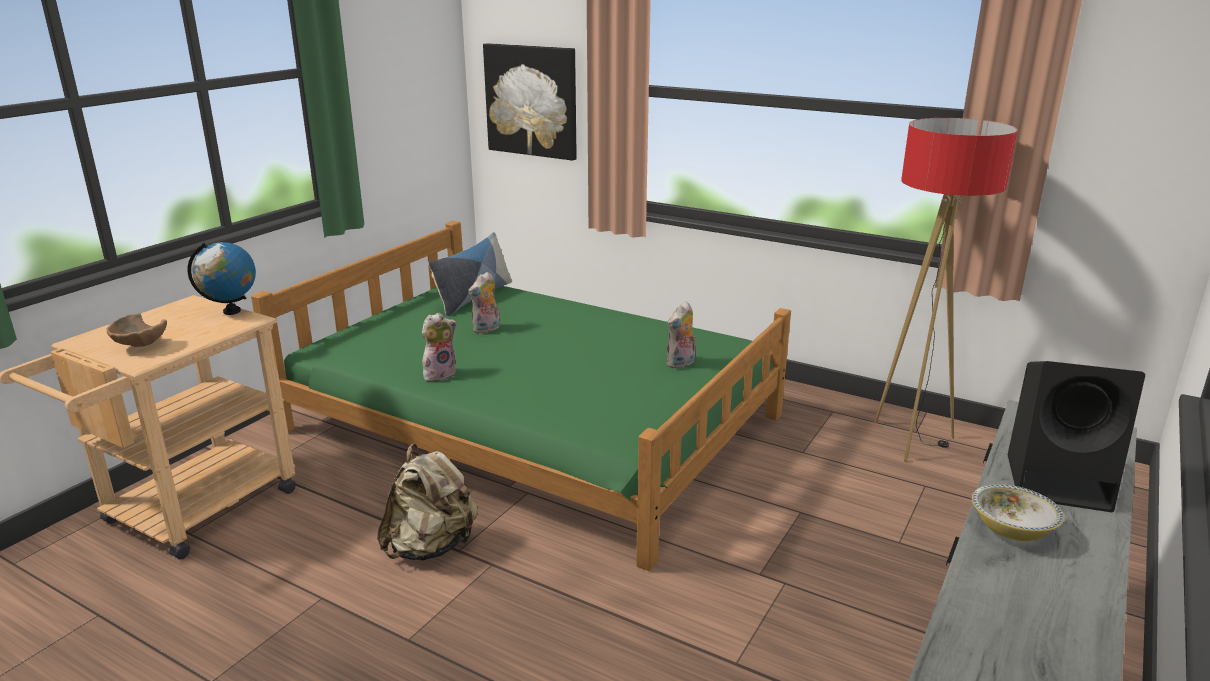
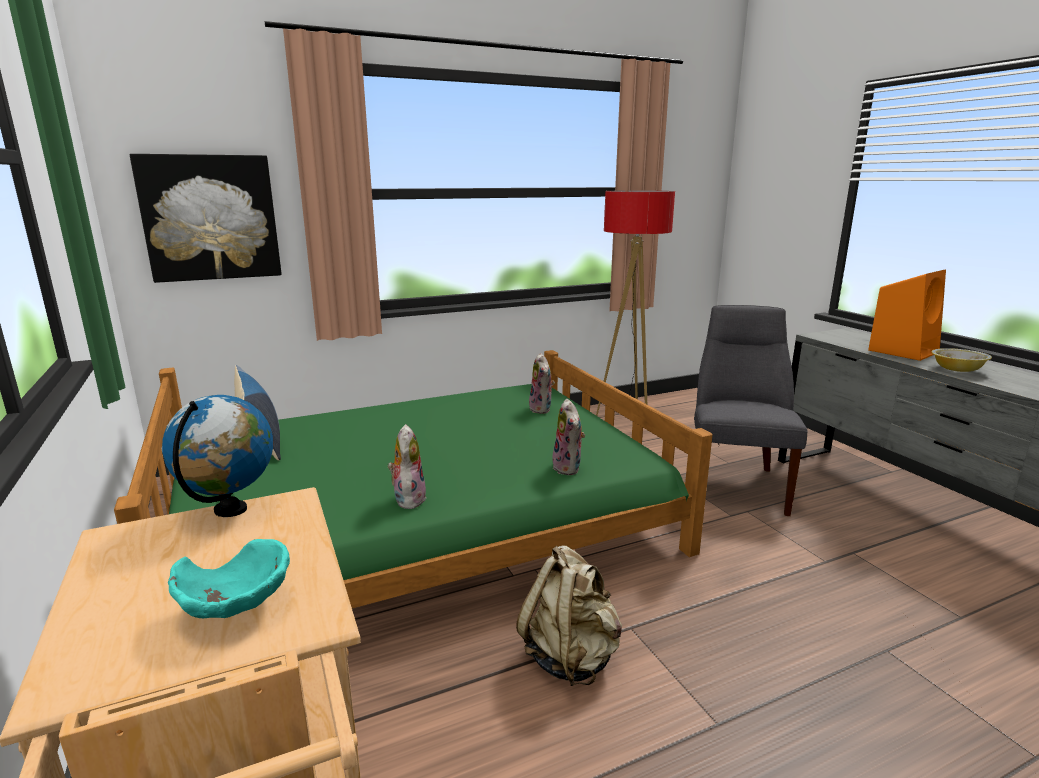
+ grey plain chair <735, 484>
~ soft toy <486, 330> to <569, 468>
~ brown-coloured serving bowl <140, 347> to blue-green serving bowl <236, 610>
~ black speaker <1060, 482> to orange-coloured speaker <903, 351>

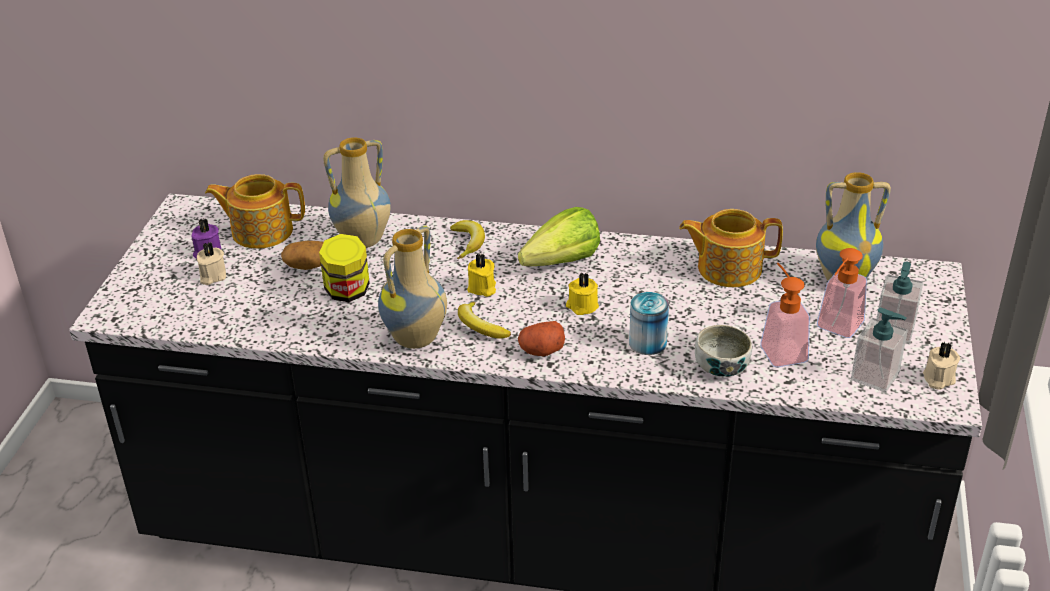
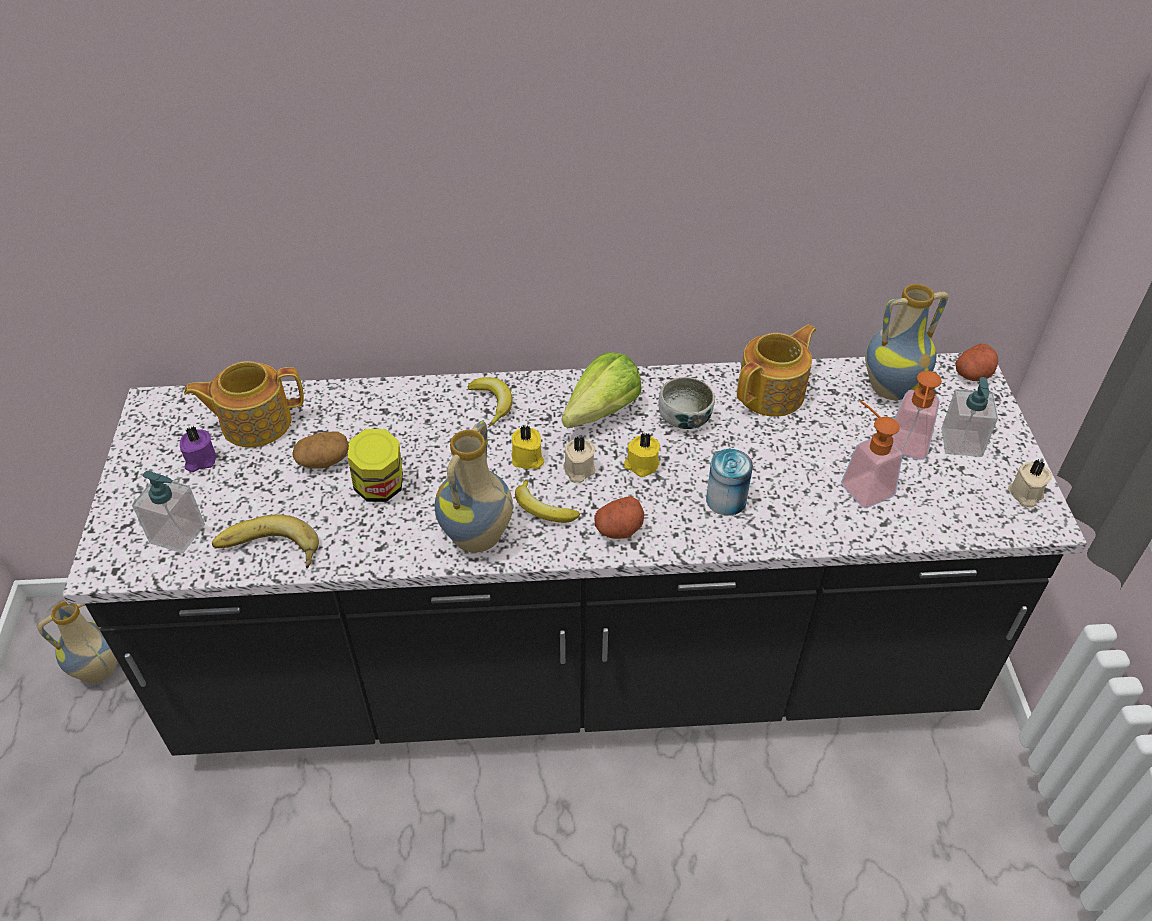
+ whole banana <267, 552>
+ potato <973, 374>
~ beige candle <212, 276> to <578, 470>
~ vase <363, 241> to <99, 671>
~ serving bowl <721, 367> to <684, 417>
~ soap bottle <875, 376> to <178, 534>
~ pot for tea <727, 268> = <772, 393> 150 degrees clockwise

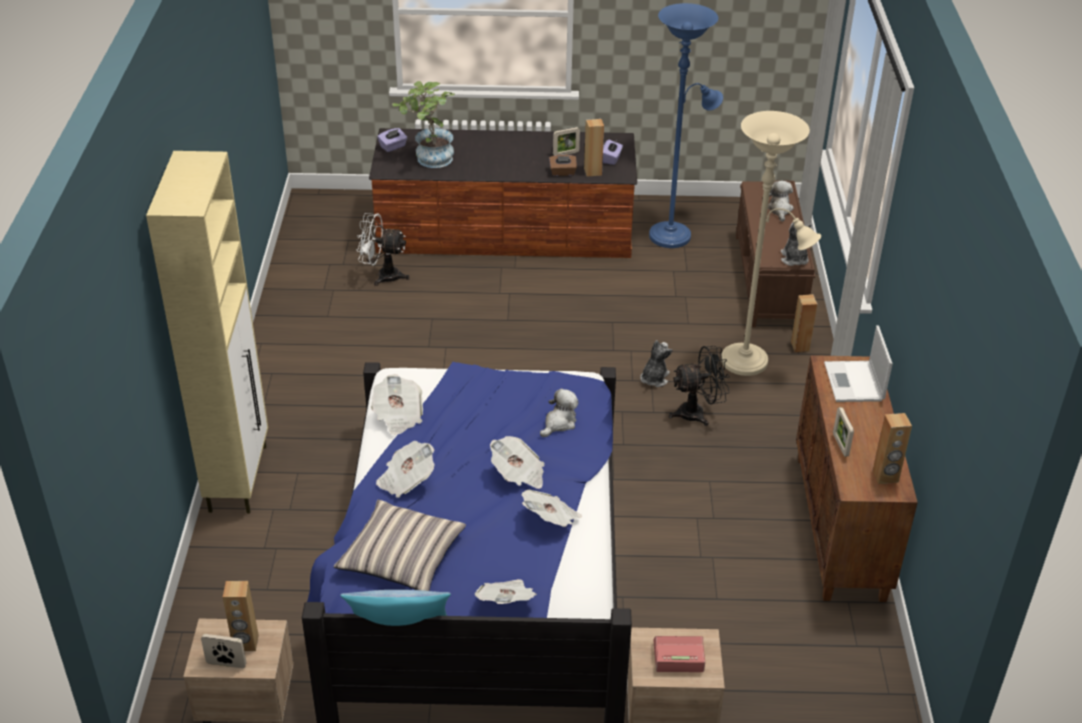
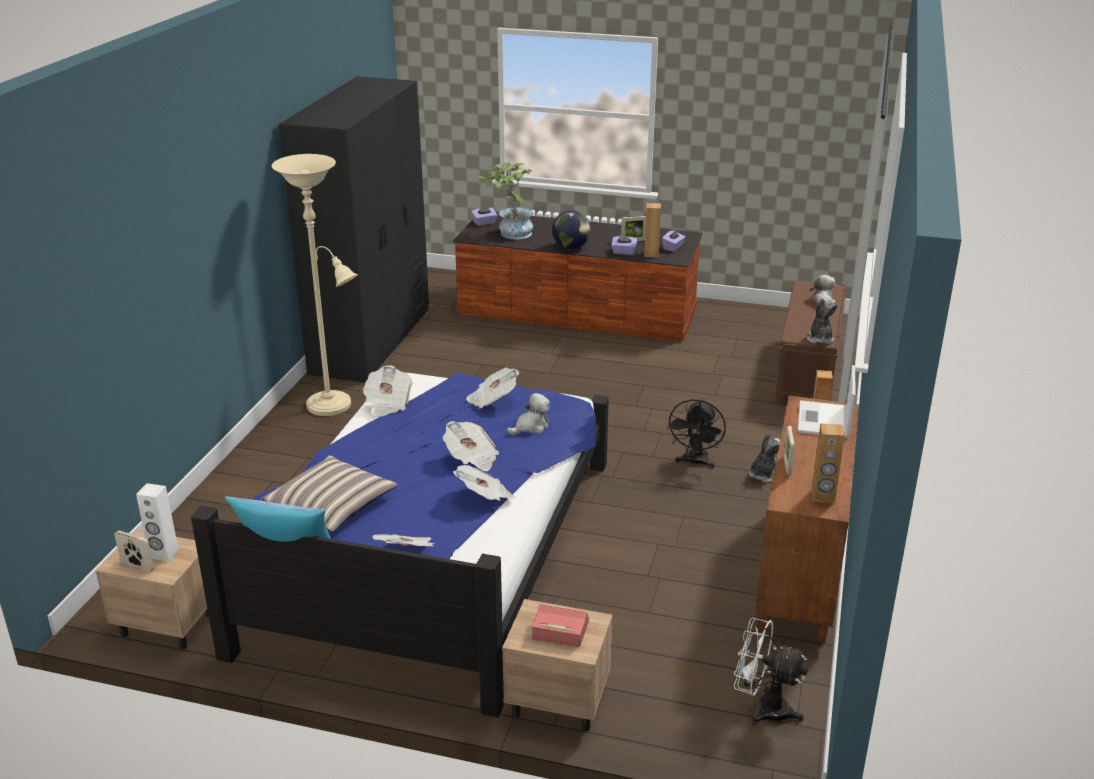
- beige cabinet <239, 477>
- blue-coloured floor lamp <674, 234>
+ black clothes cupboard <372, 340>
+ globe <571, 247>
~ whitish fan <382, 276> to <763, 708>
~ daily paper <406, 480> to <492, 400>
~ soft toy <654, 378> to <763, 475>
~ beige floor lamp <750, 362> to <333, 406>
~ brown-coloured speaker <245, 643> to whitish speaker <163, 554>
~ brown-coloured box of tissues <562, 172> to purple-coloured box of tissues <623, 252>
~ black fan <698, 413> = <695, 462> 105 degrees clockwise

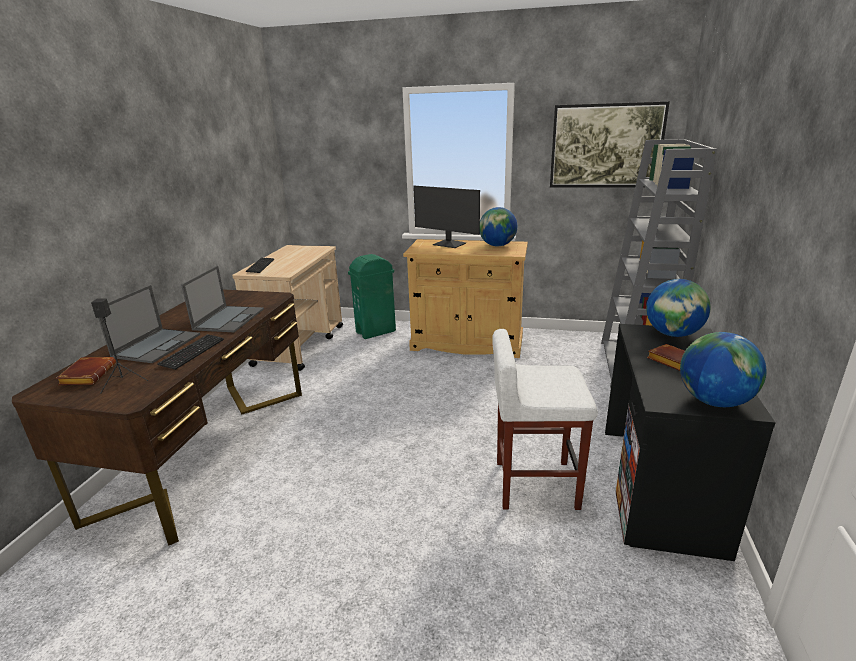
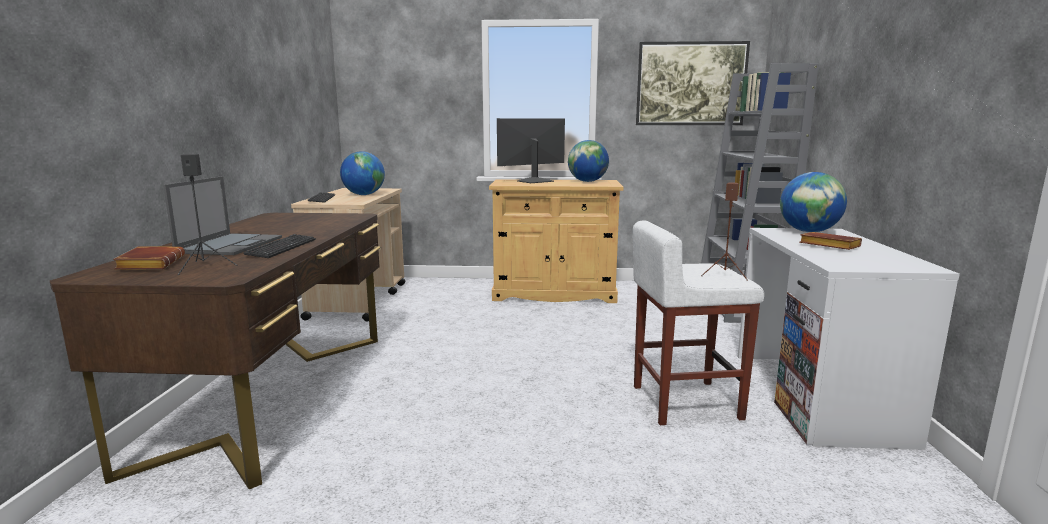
- laptop <229, 319>
- greenish waste bin <376, 332>
+ brown-coloured speaker <725, 275>
~ globe <714, 401> to <364, 195>
~ black desk table <659, 486> to whitish desk table <816, 395>
~ monitor <449, 244> = <534, 181> 120 degrees clockwise

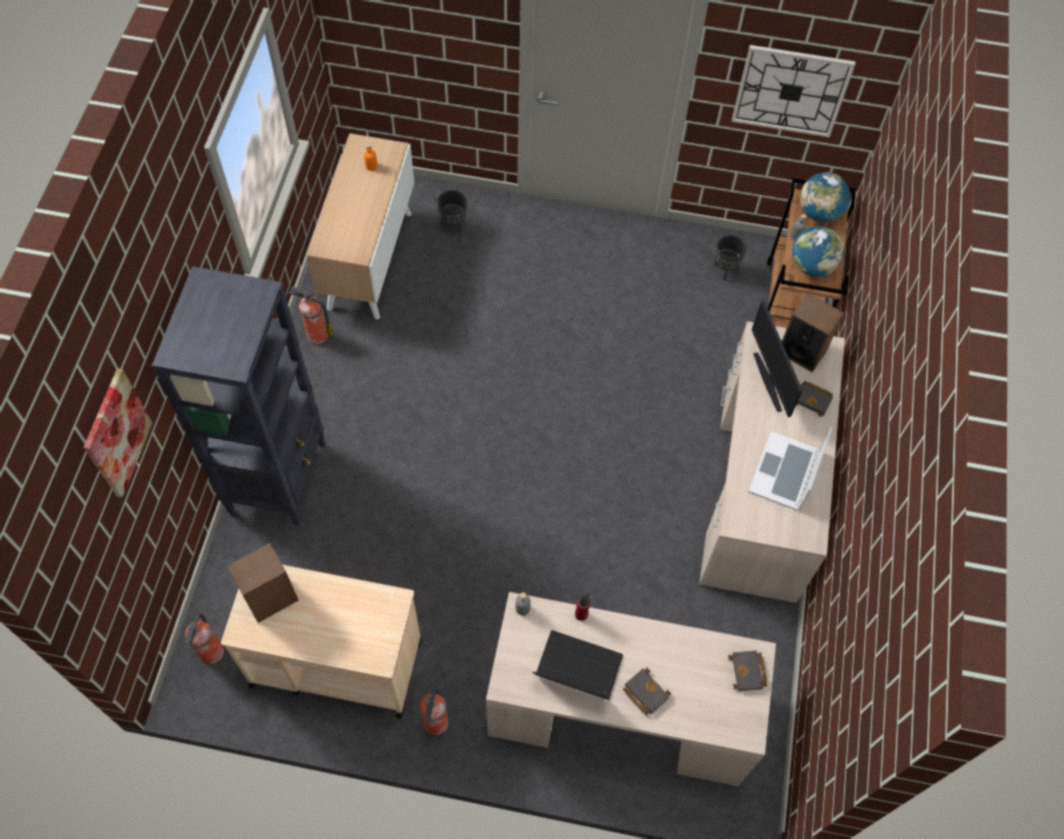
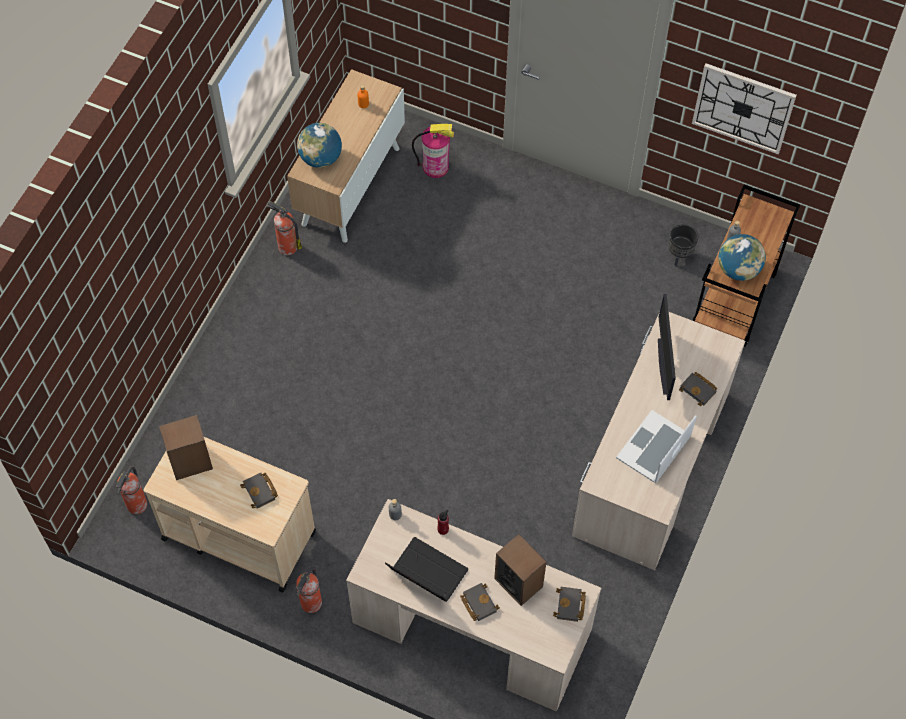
- wall art <116, 434>
- black bookcase <278, 477>
+ black bound book <261, 492>
~ speaker <802, 351> to <518, 582>
~ globe <819, 212> to <321, 158>
~ black flower pot <454, 225> to fire-fighting cylinder <435, 167>

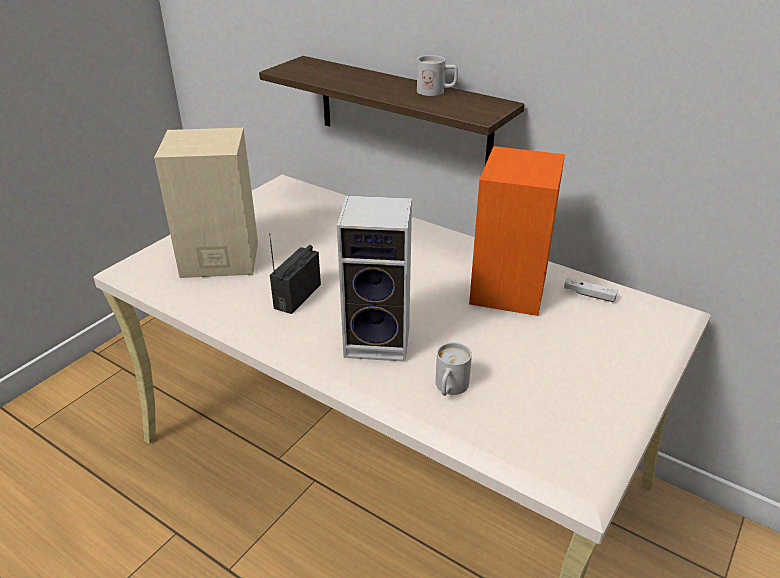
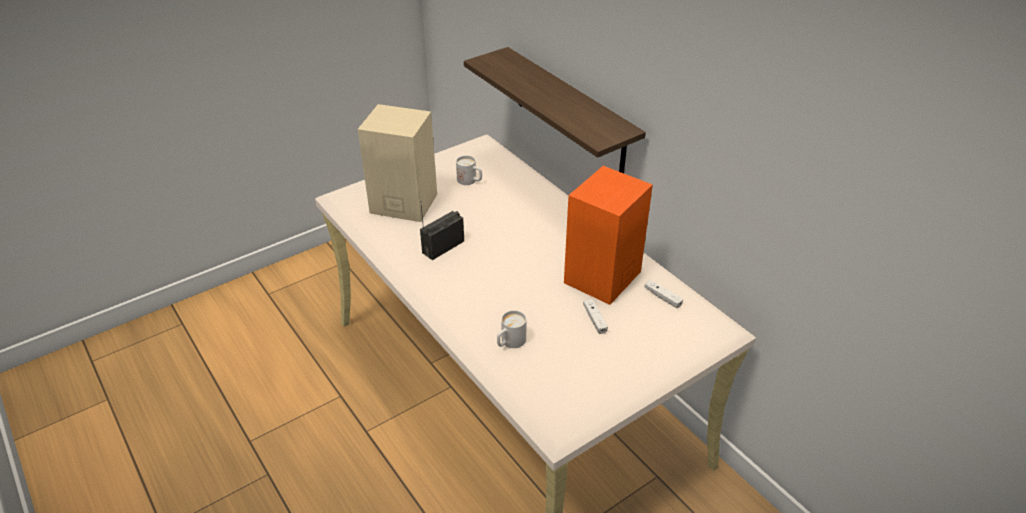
- speaker <380, 340>
+ whitish game controller <594, 319>
~ whitish coffee mug <436, 92> to <470, 181>

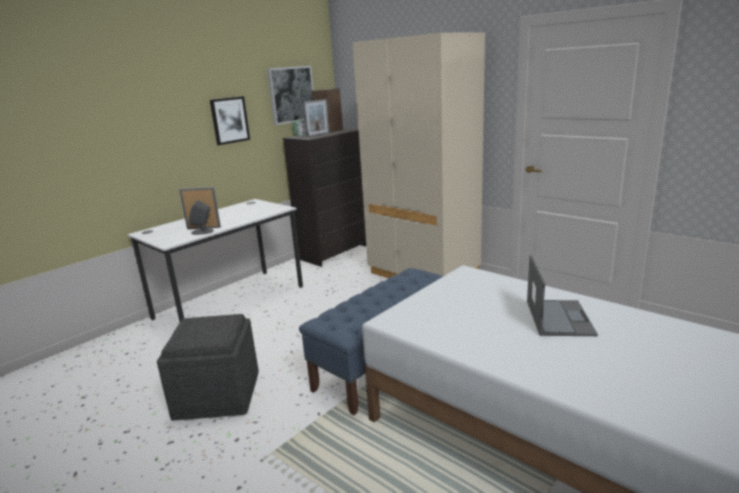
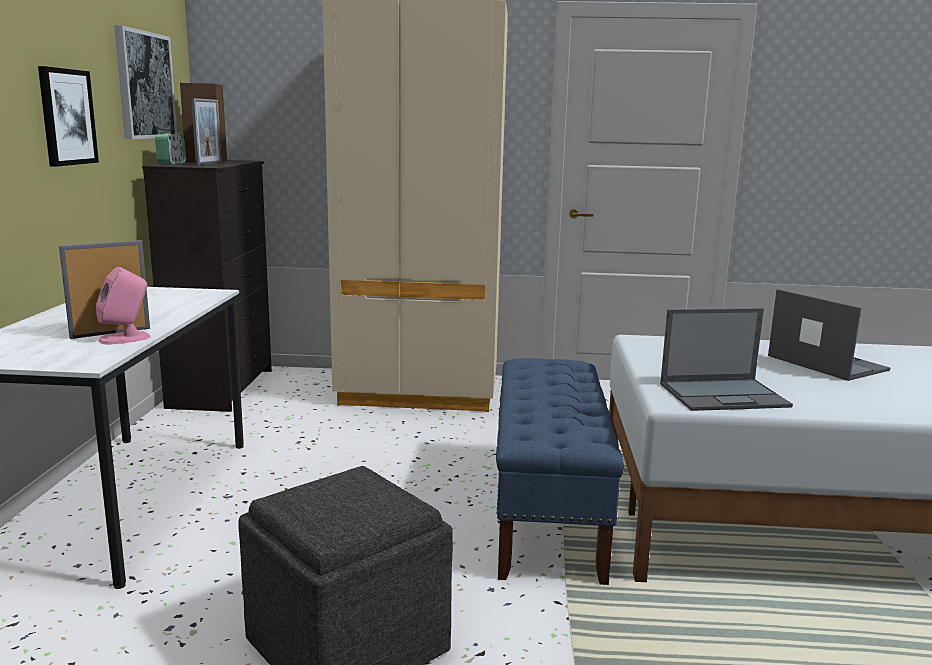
+ laptop <724, 395>
~ grey speaker <202, 232> to pinkish speaker <125, 338>

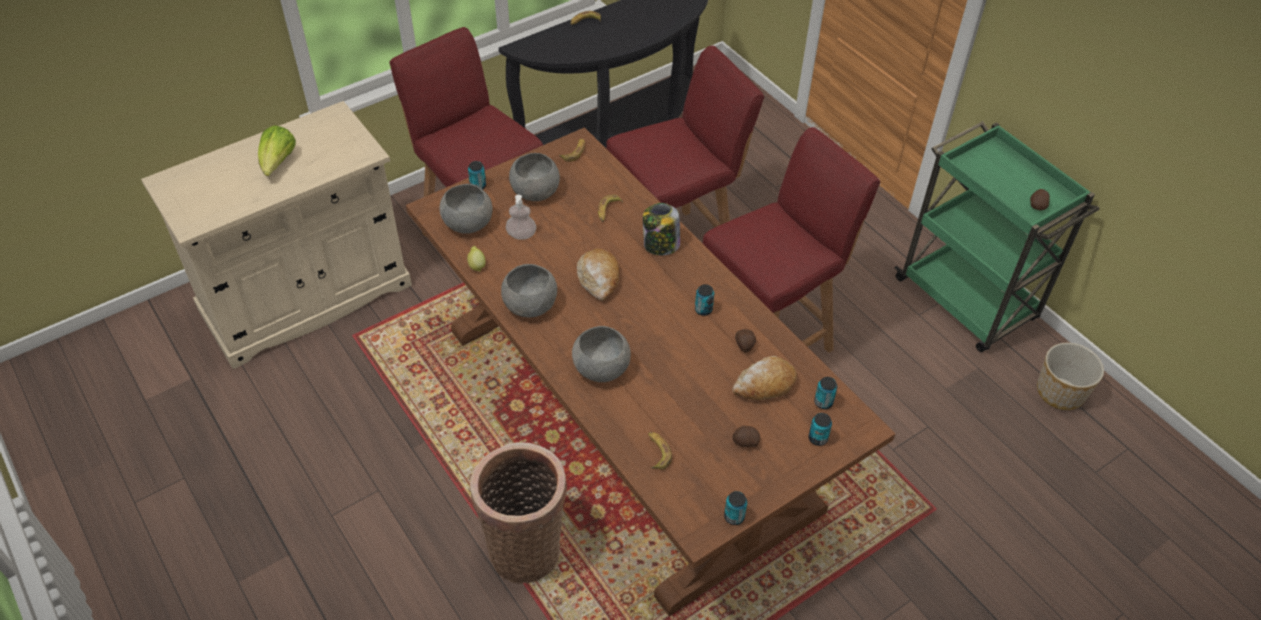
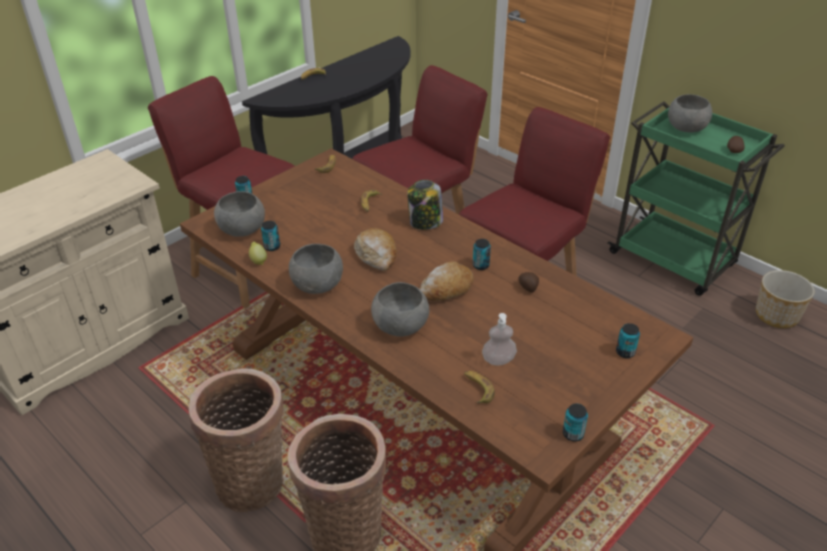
- head of lettuce <278, 163>
- potato <745, 442>
+ basket <252, 479>
~ soap bottle <521, 235> to <498, 360>
~ grey serving bowl <535, 191> to <686, 128>
~ bread <764, 385> to <446, 290>
~ metal can <823, 402> to <272, 247>

